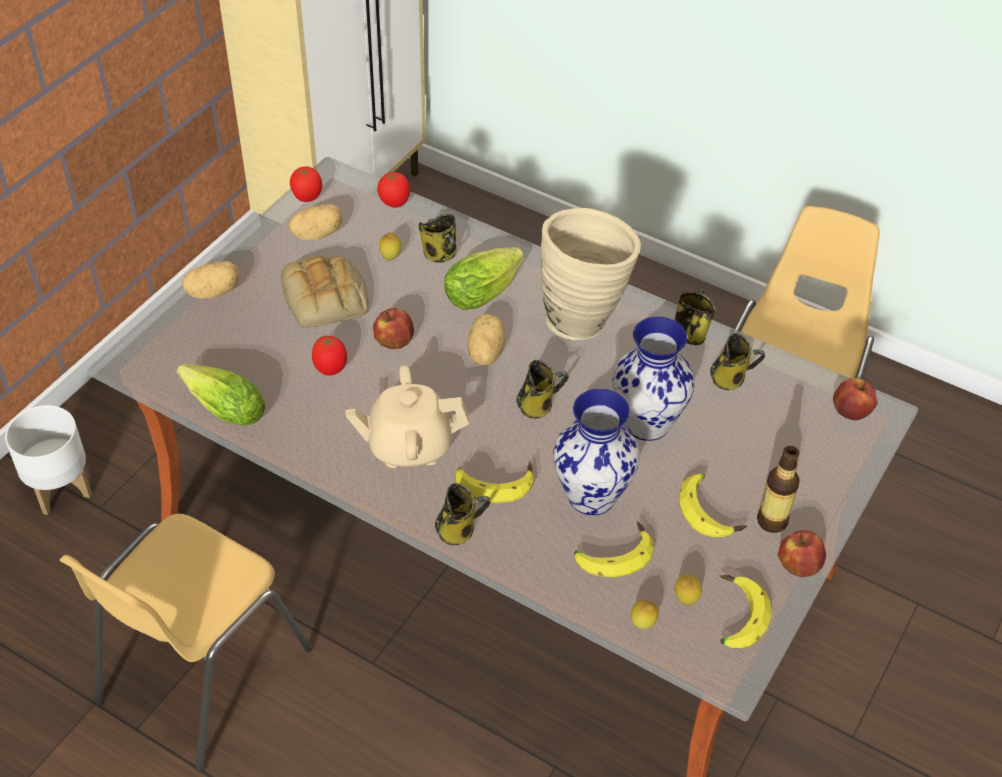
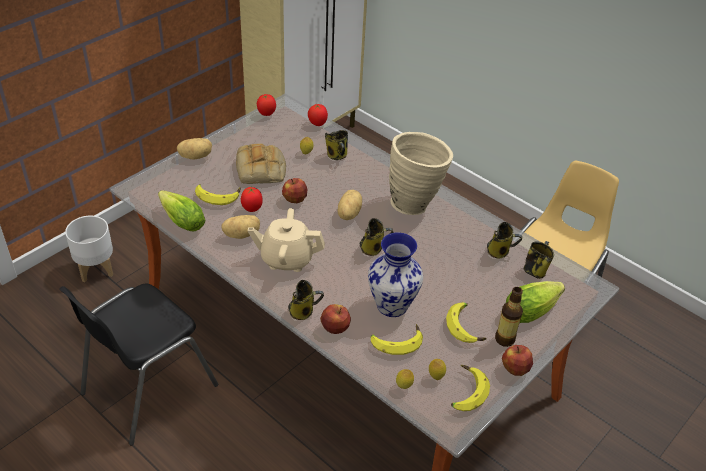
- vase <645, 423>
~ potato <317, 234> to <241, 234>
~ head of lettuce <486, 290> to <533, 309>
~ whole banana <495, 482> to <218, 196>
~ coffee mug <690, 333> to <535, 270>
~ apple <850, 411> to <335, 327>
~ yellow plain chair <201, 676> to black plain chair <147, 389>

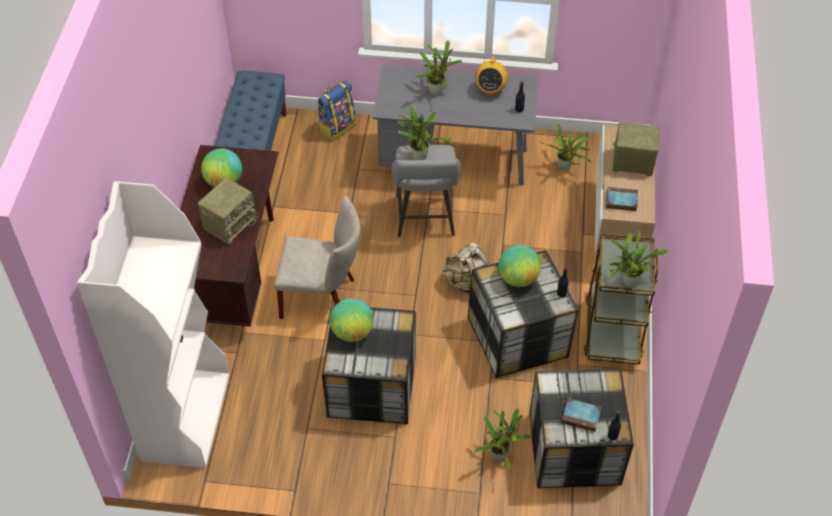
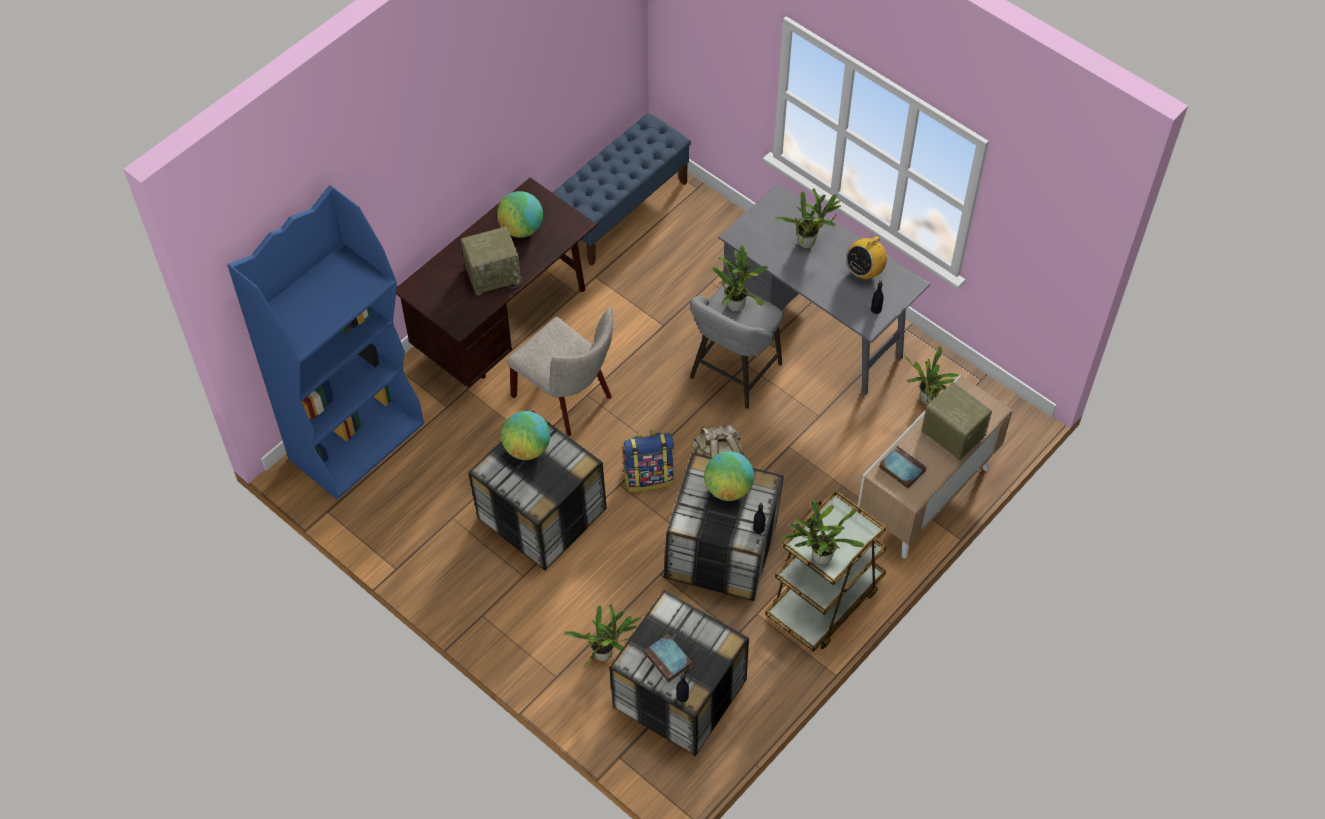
~ knapsack <336, 127> to <648, 476>
~ whitish bookcase <185, 416> to blue-coloured bookcase <357, 440>

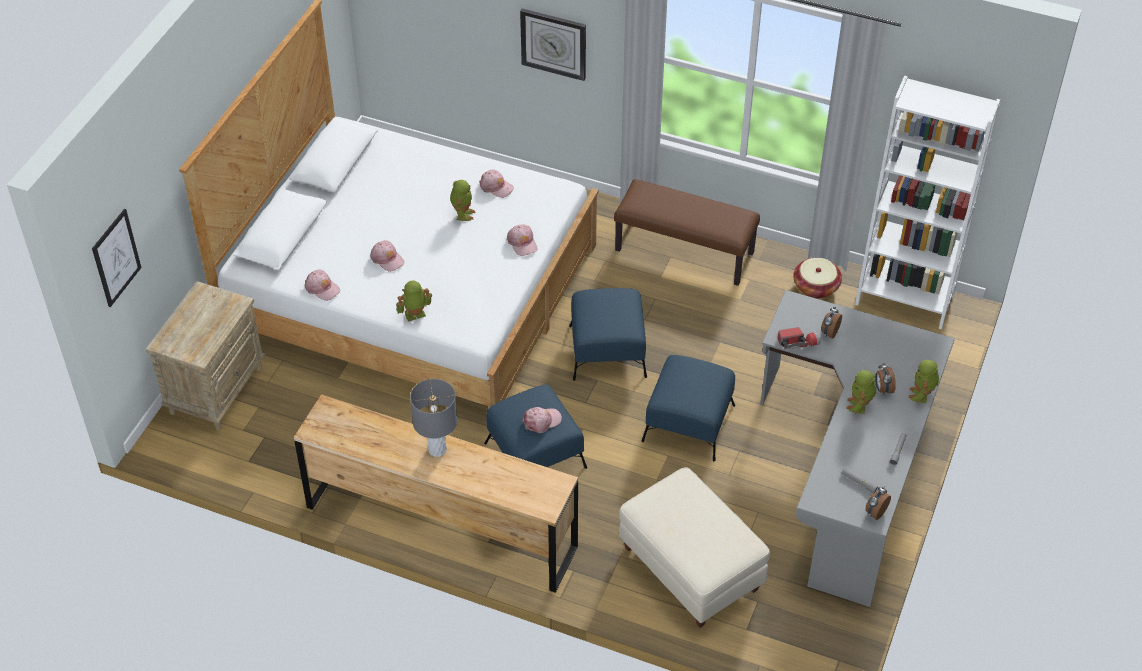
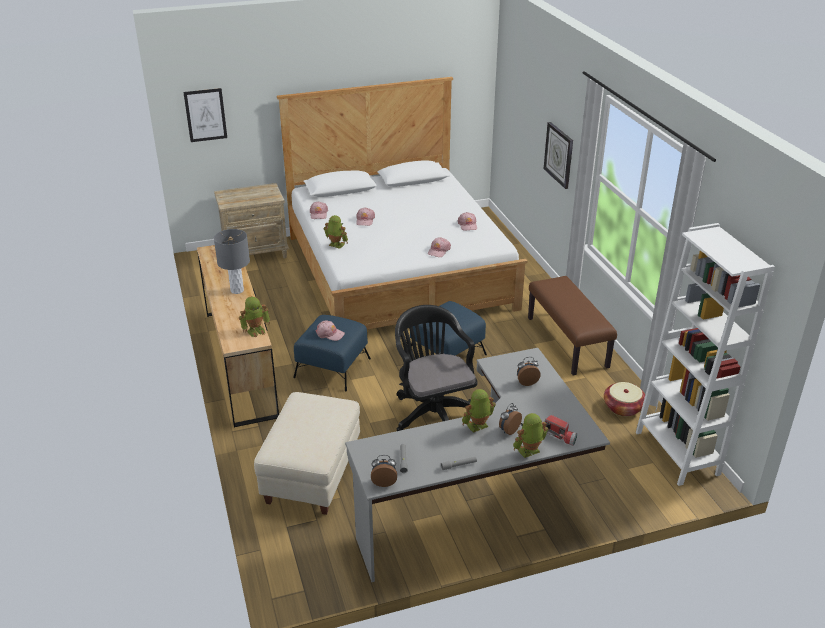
~ toy robot <462, 214> to <256, 330>
~ flashlight <798, 343> to <559, 436>
~ blue-coloured pouffe <689, 422> to black office chair <433, 412>

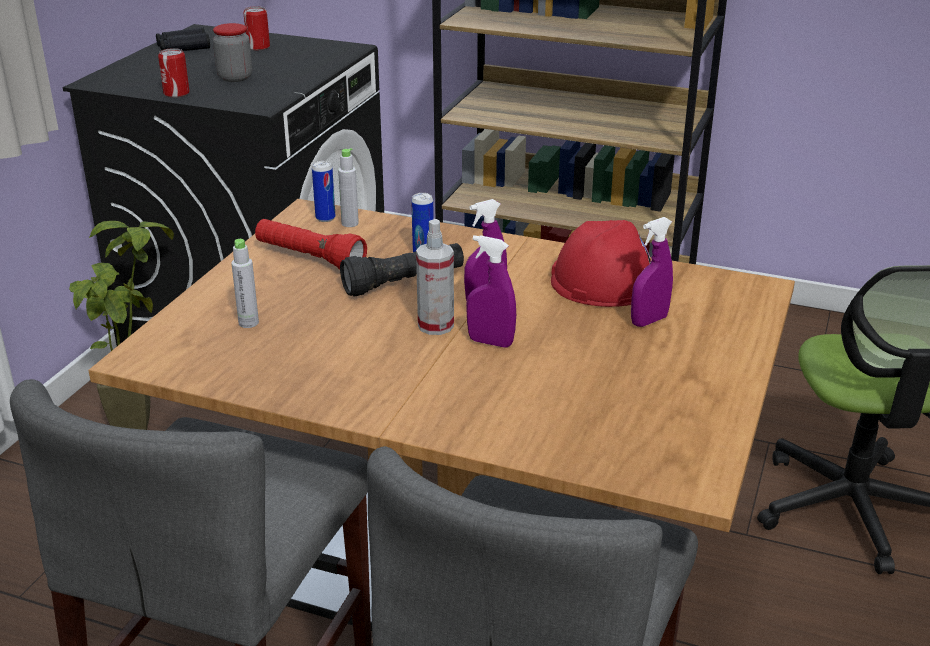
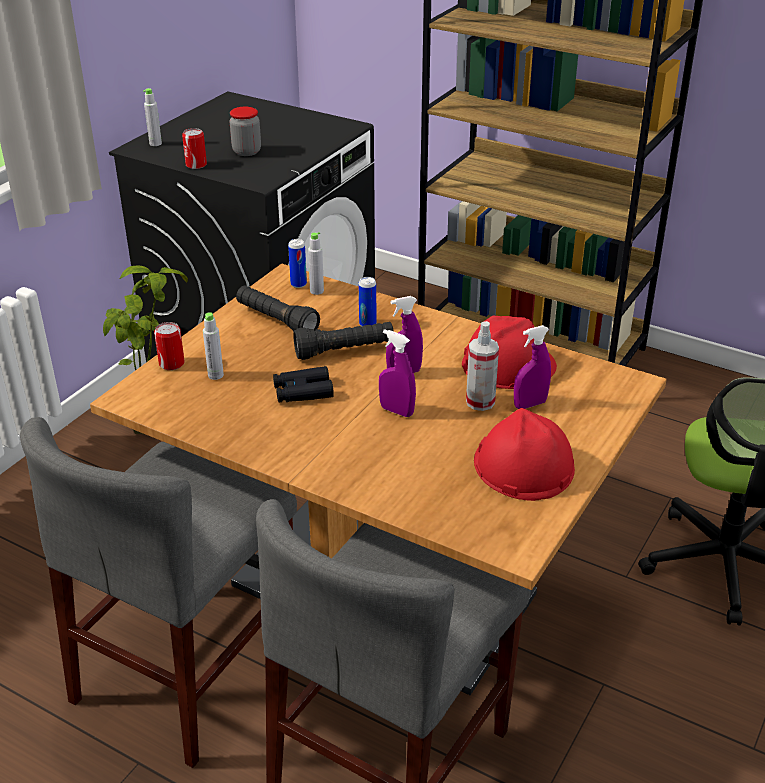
+ grey beverage bottle <155, 143>
+ reddish hard hat <523, 465>
~ black pair of binoculars <183, 47> to <303, 392>
~ metal can <258, 47> to <171, 363>
~ hand sprayer <435, 325> to <480, 402>
~ reddish flashlight <309, 259> to black flashlight <276, 321>

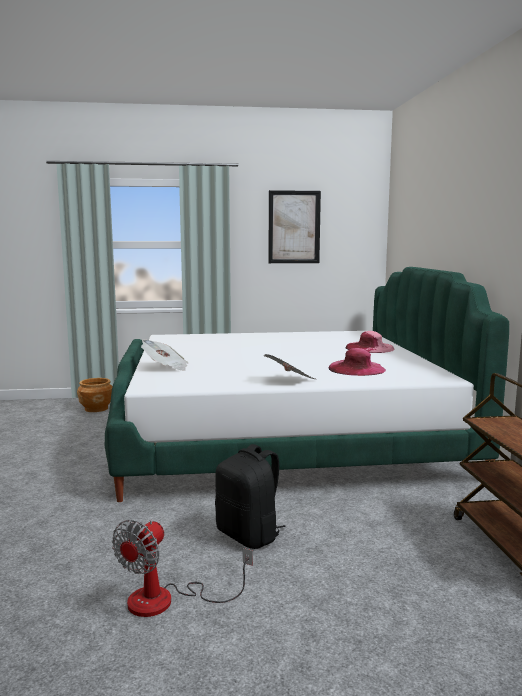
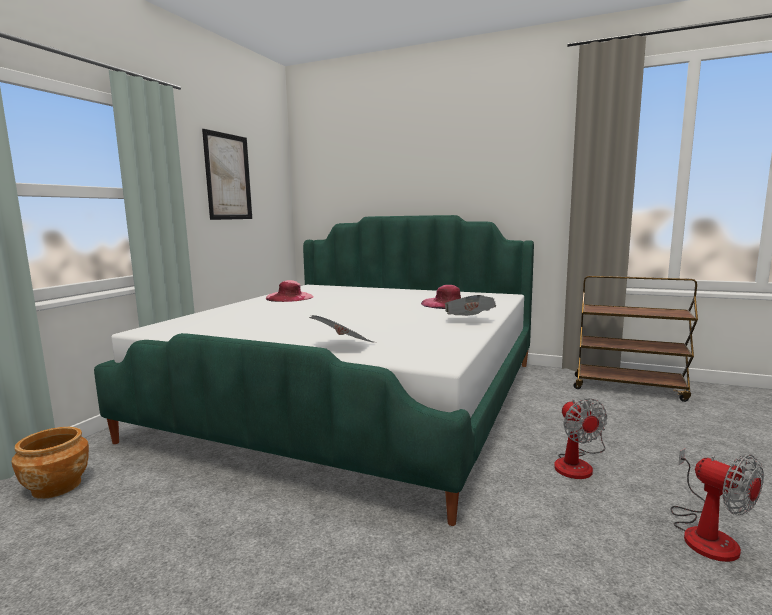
~ pinkish wearable hat <370, 348> to <289, 297>
~ black knapsack <249, 535> to fan <578, 463>

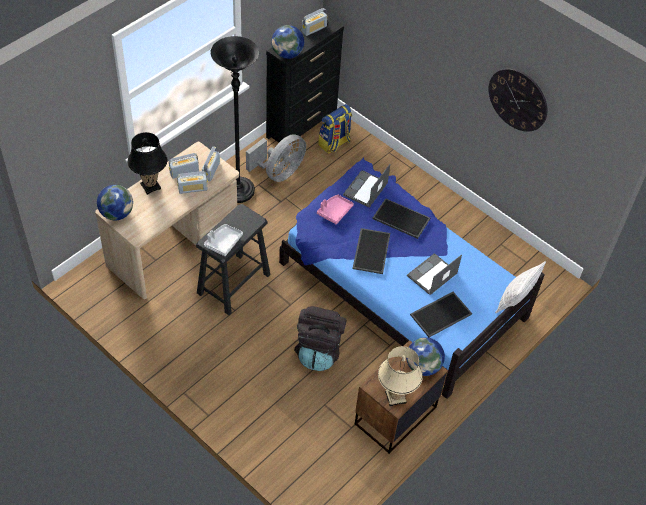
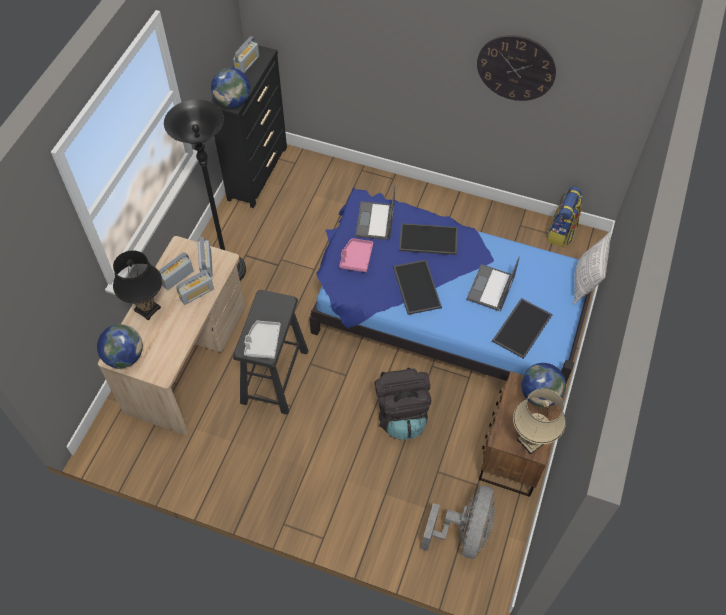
~ grey fan <279, 173> to <464, 533>
~ knapsack <334, 144> to <561, 233>

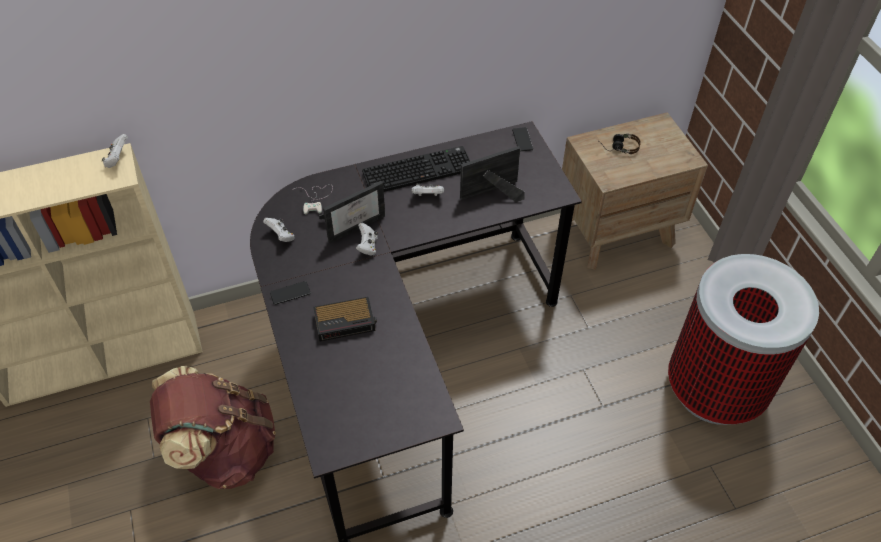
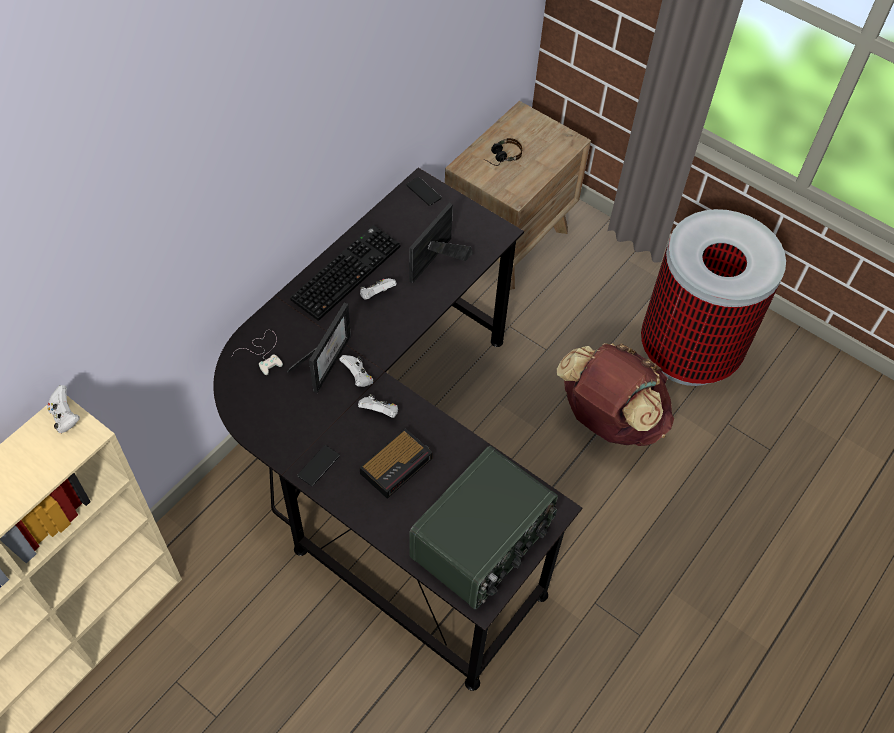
+ radio set <482, 542>
~ brown-coloured knapsack <225, 450> to <609, 420>
~ whitish game controller <281, 236> to <380, 412>

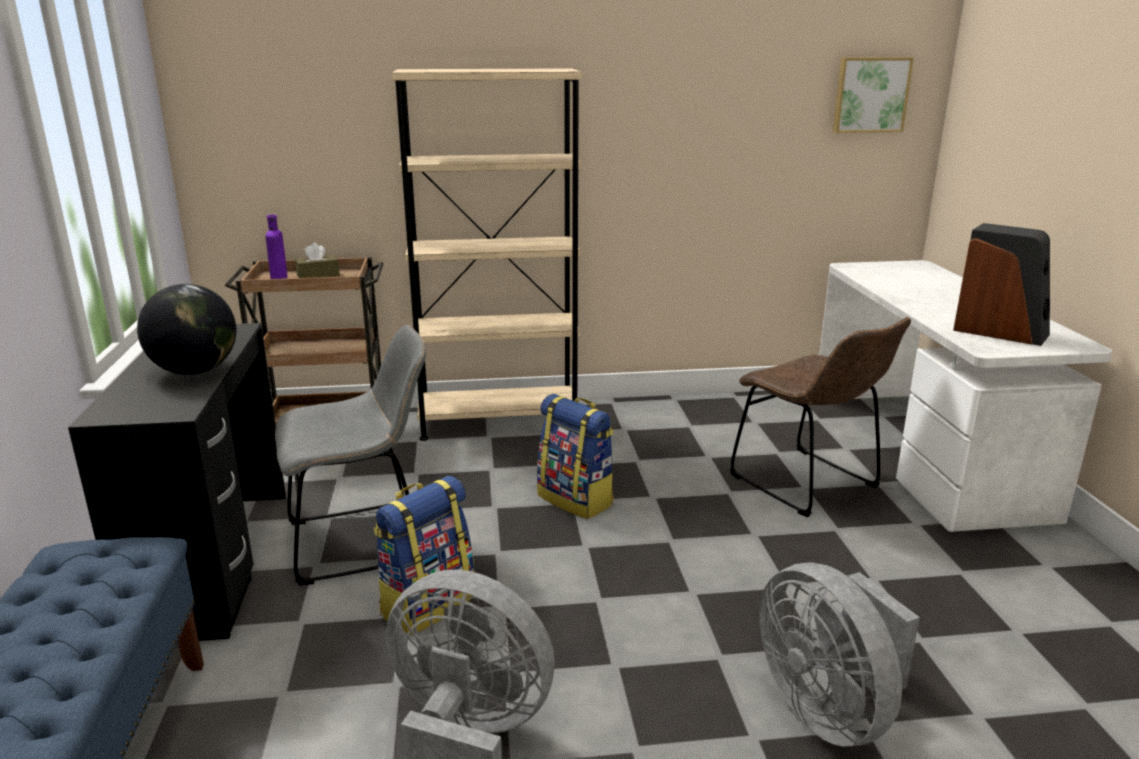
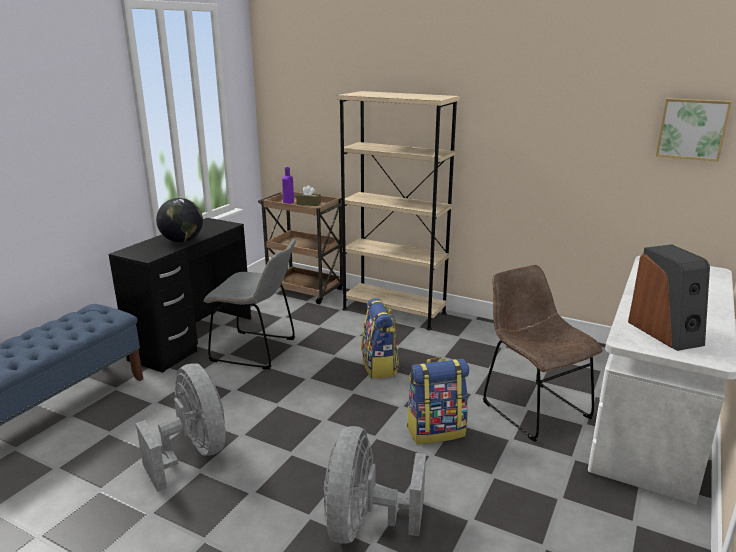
~ knapsack <428, 604> to <436, 431>
~ brown-coloured plain chair <809, 485> = <532, 407> 150 degrees clockwise

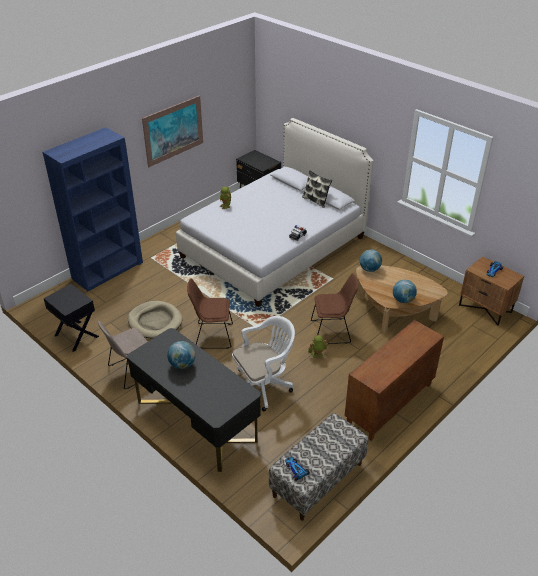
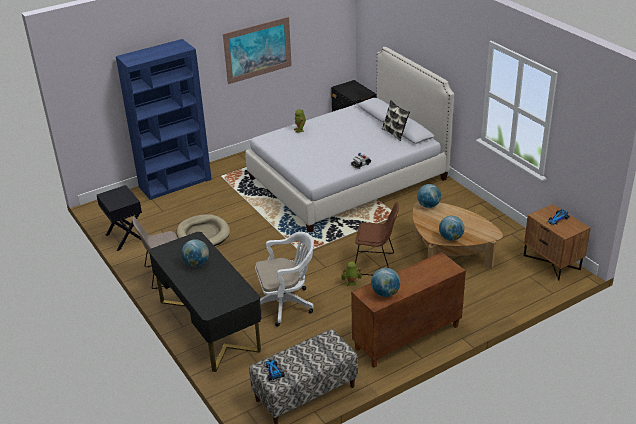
- brown-coloured plain chair <212, 336>
+ globe <385, 293>

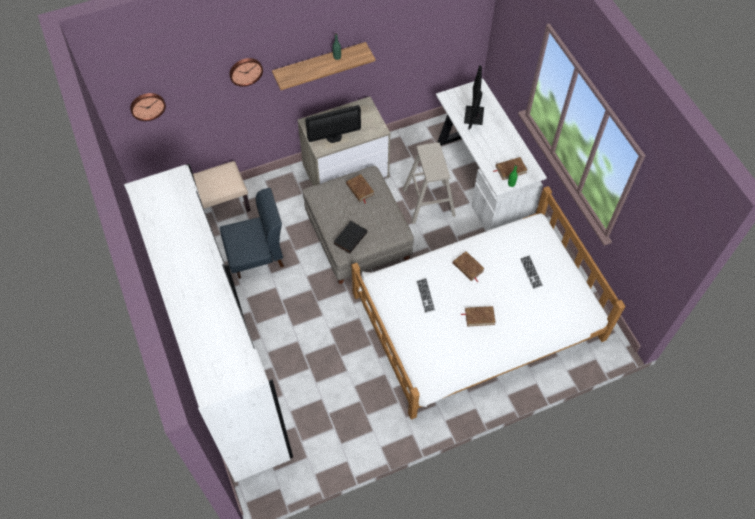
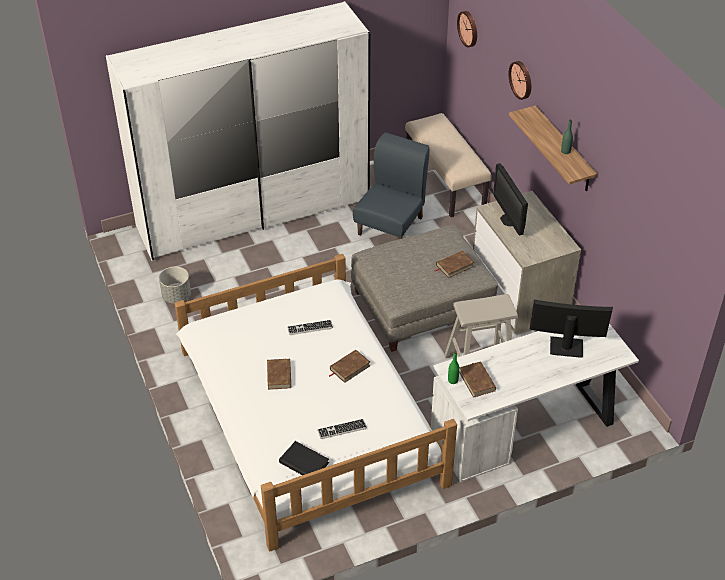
+ grey flower pot <176, 296>
~ black bound book <349, 237> to <305, 462>
~ blue-coloured plain chair <256, 255> = <391, 225> 135 degrees counterclockwise

